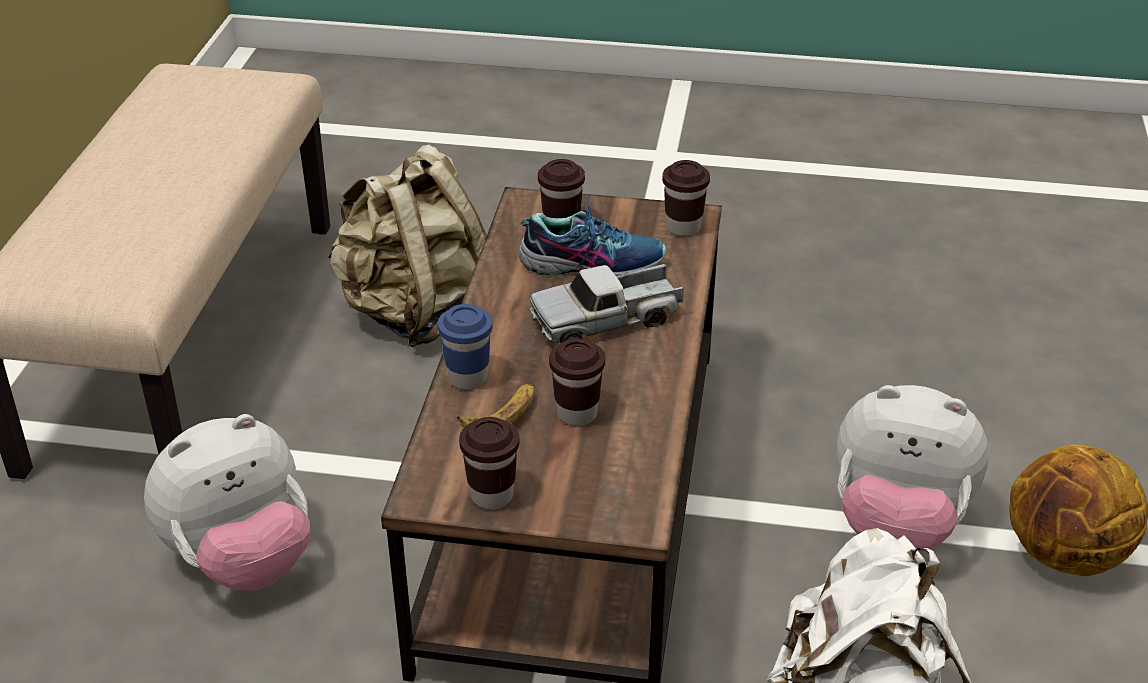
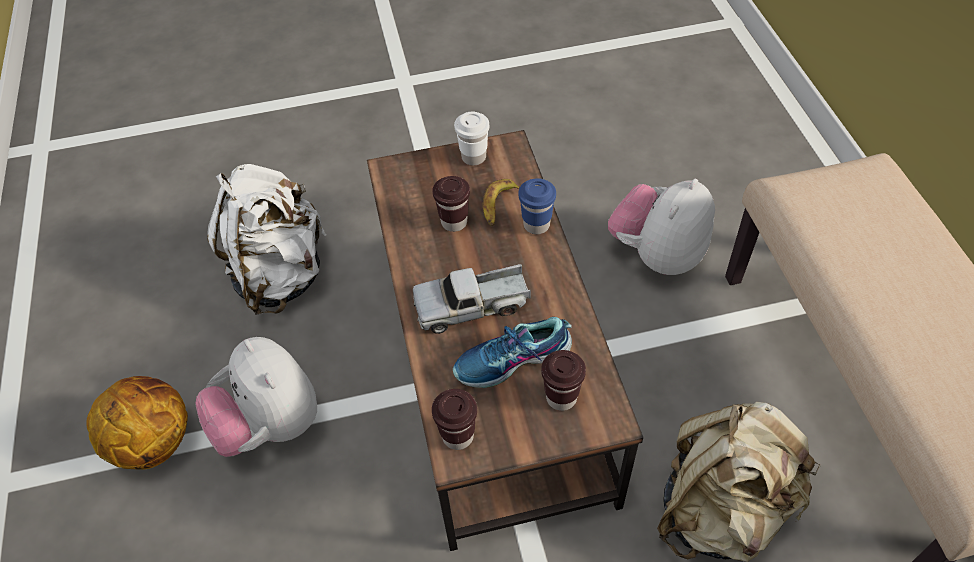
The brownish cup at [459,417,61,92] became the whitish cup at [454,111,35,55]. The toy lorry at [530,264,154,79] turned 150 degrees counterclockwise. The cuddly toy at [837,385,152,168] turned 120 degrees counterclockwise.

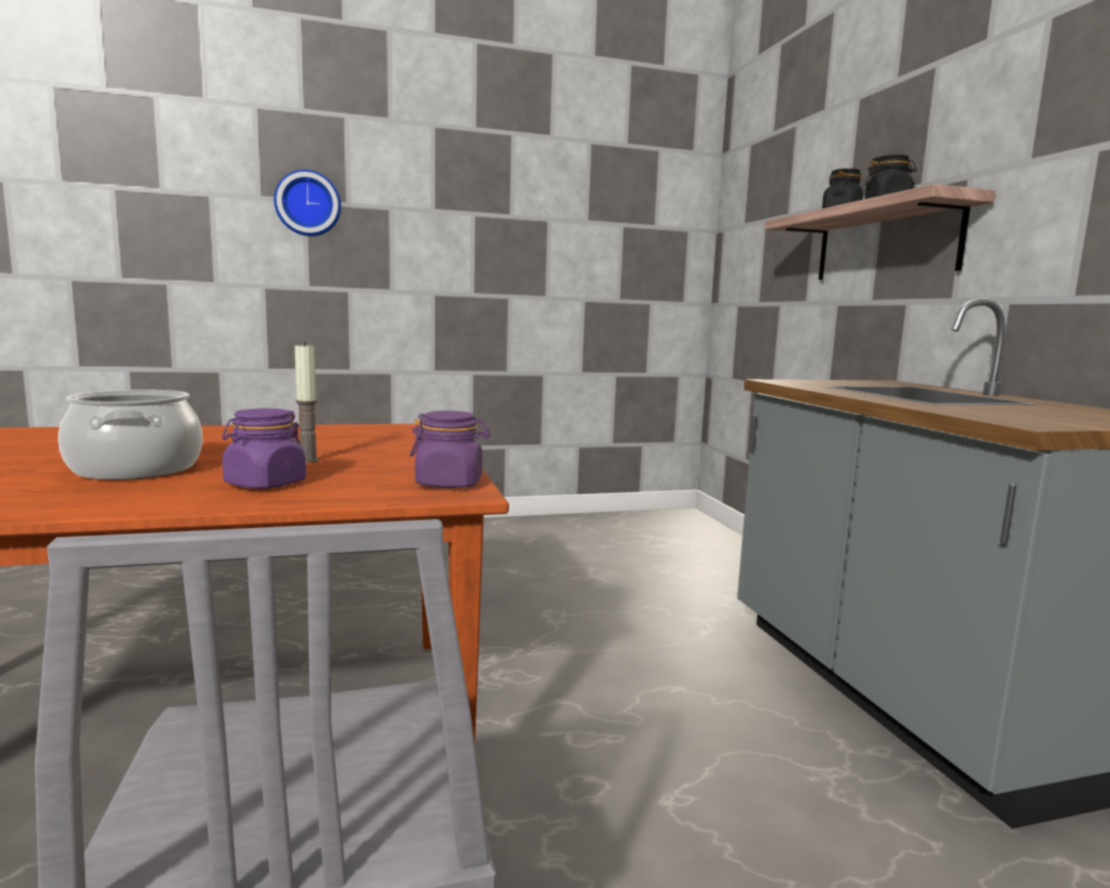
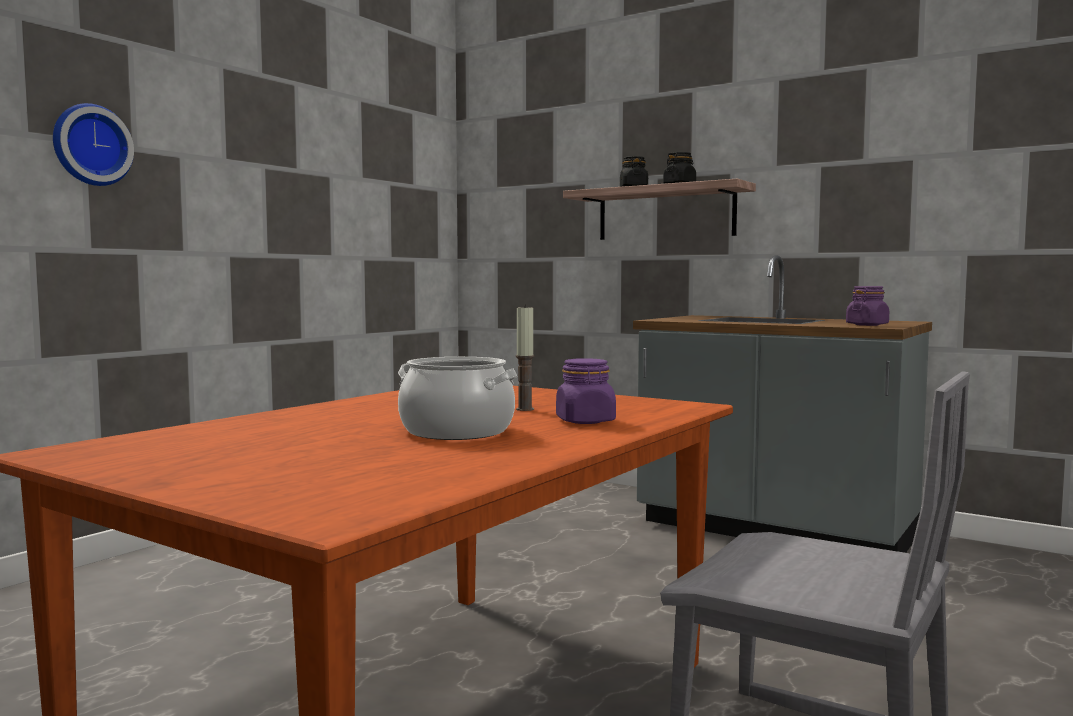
The purplish jar moved from [410,411,81,77] to [846,286,43,40].

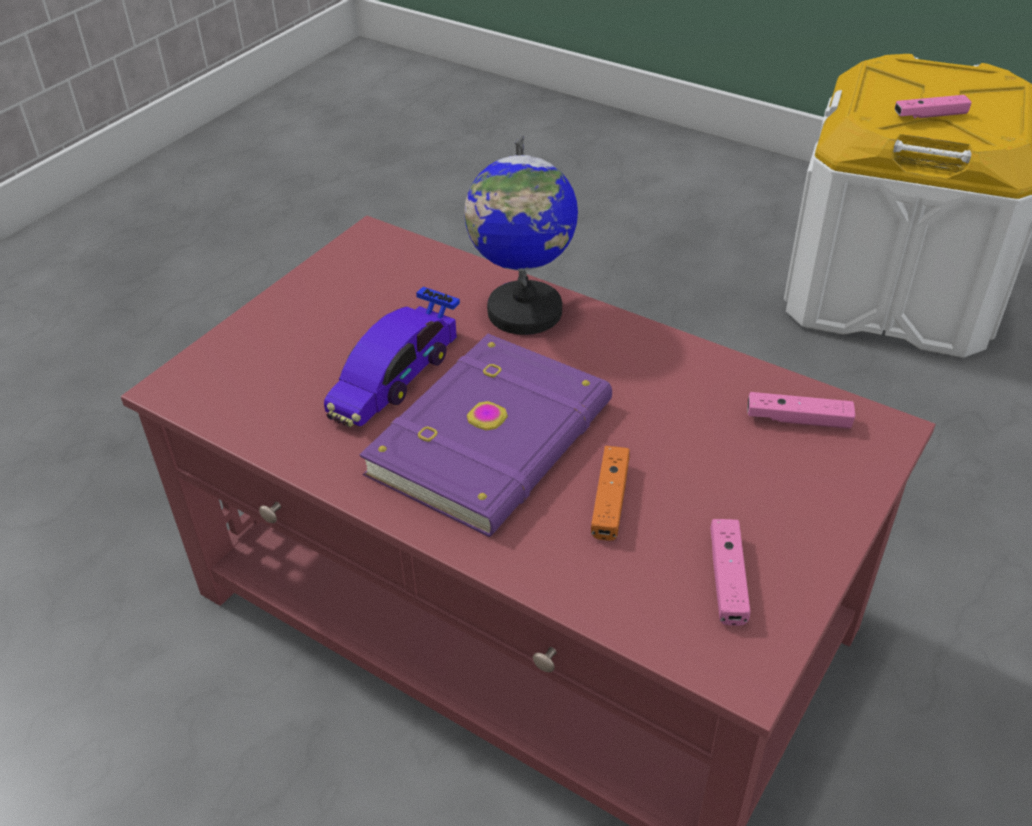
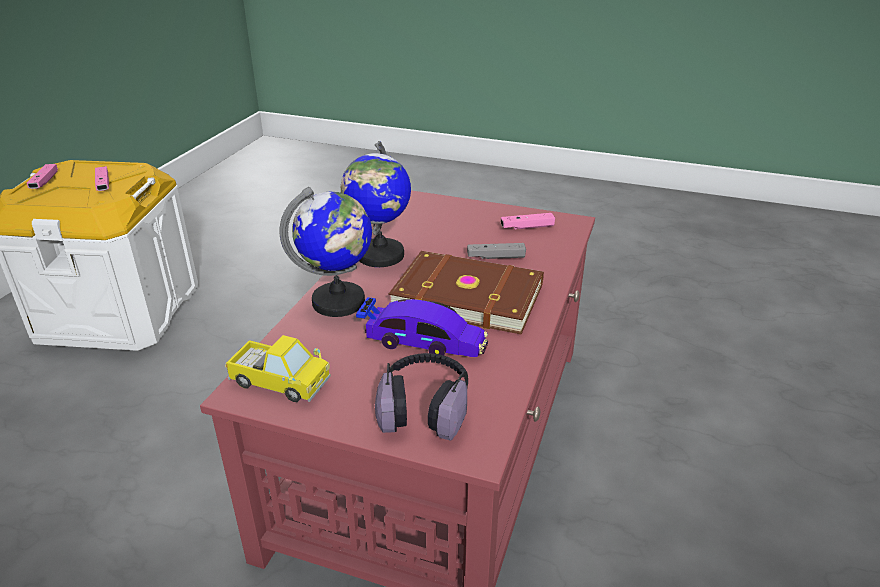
The toy lorry at [225,335,106,67] appeared. The world globe at [341,141,70,126] appeared. The pair of headphones at [375,353,93,88] appeared. The pinkish joypad moved from [748,392,107,37] to [27,164,31,25]. The purplish book at [359,334,253,203] became the brownish book at [389,251,155,83]. The orangey joypad at [591,446,39,95] became the grey joypad at [467,243,59,16].

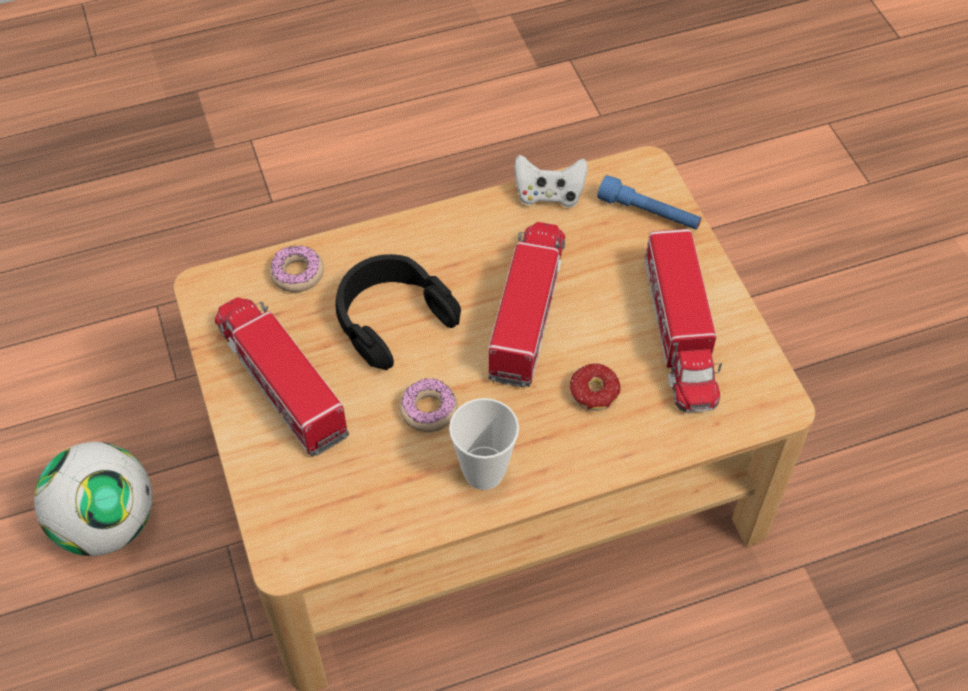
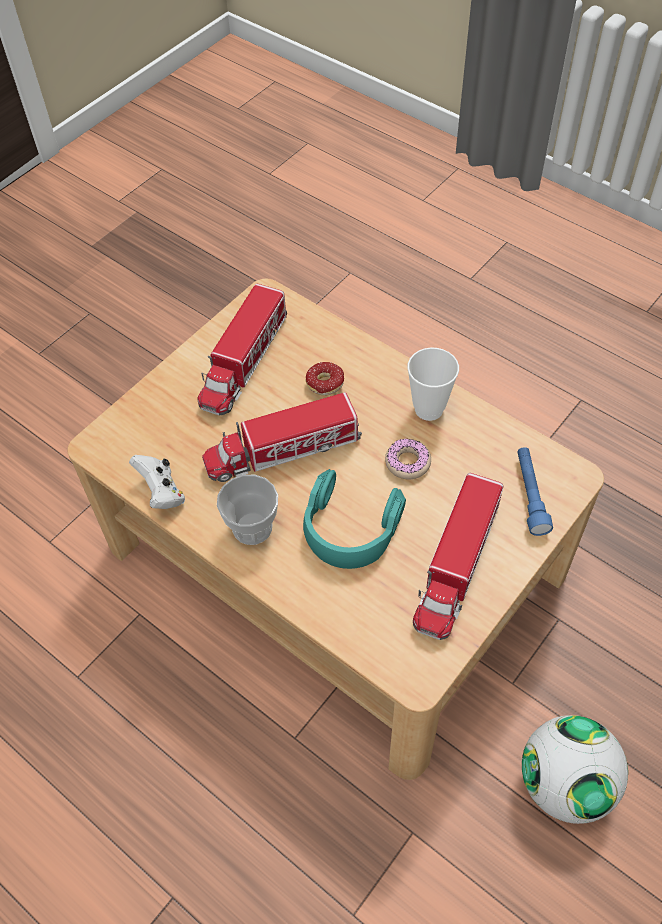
The donut at [269,245,55,47] disappeared. The cup at [217,475,61,70] appeared. The blue-coloured hand torch moved from [597,175,104,55] to [517,447,36,89]. The blackish pair of headphones at [336,254,125,116] became the blue-green pair of headphones at [303,469,103,100]. The toy lorry at [645,229,77,184] turned 150 degrees clockwise.

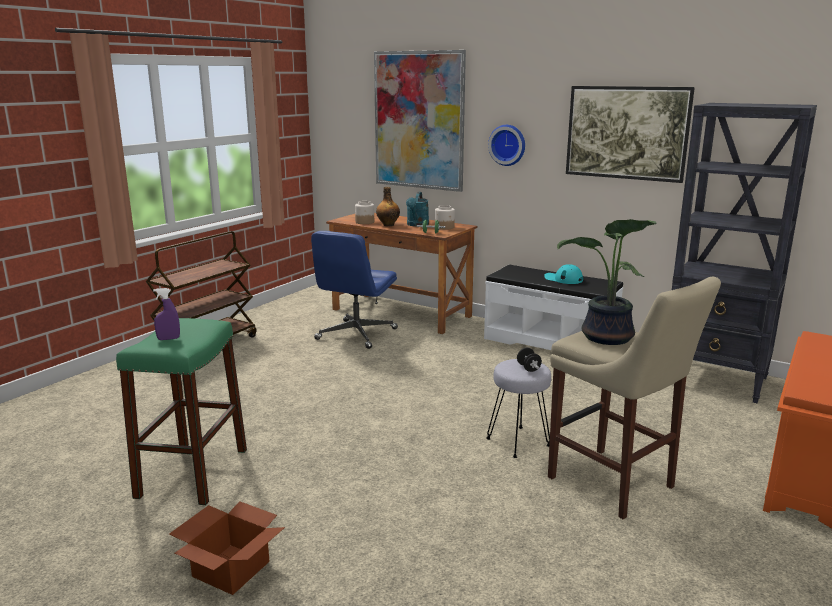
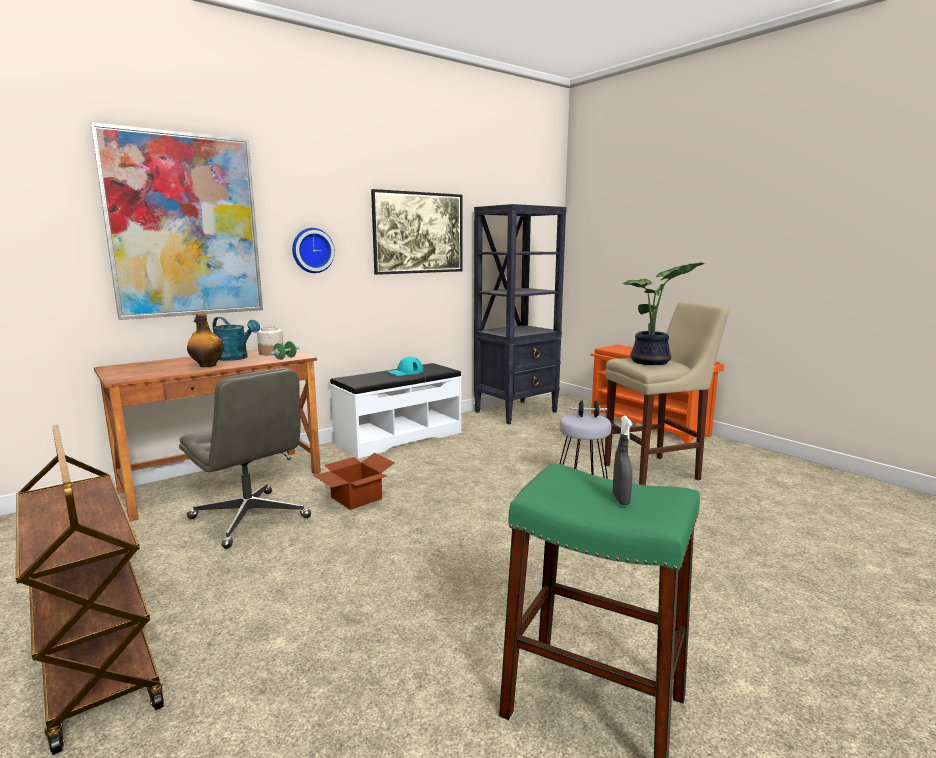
The jar at [355,201,19,23] disappeared. The packing box moved from [169,501,116,94] to [313,453,82,57]. The purplish sprayer at [153,288,27,52] became the grey sprayer at [613,416,19,89]. The blue-coloured desk chair at [311,231,87,118] became the grey desk chair at [179,368,132,181].

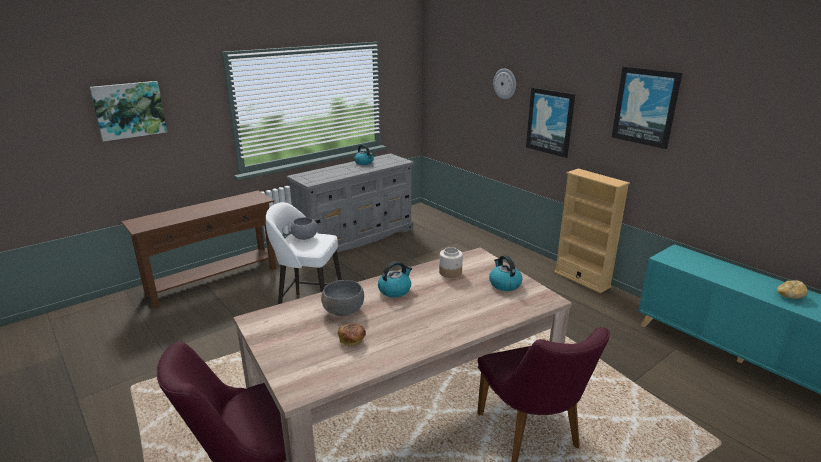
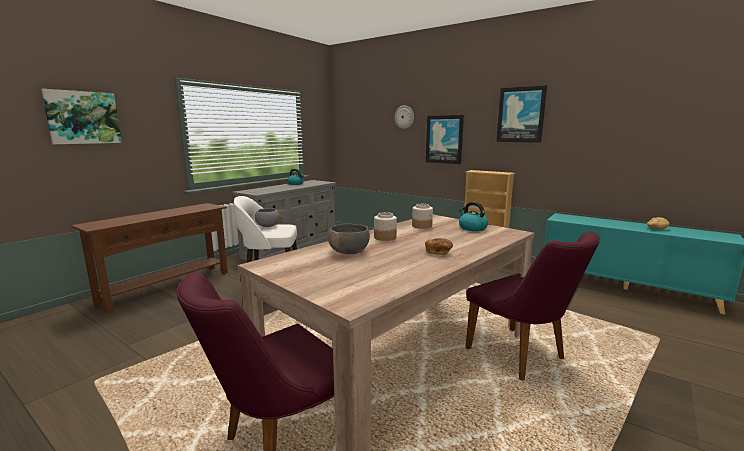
The bakery bread moved from [338,323,28,23] to [425,238,28,17]. The kettle at [378,261,34,36] was replaced by the jar at [374,212,23,29].

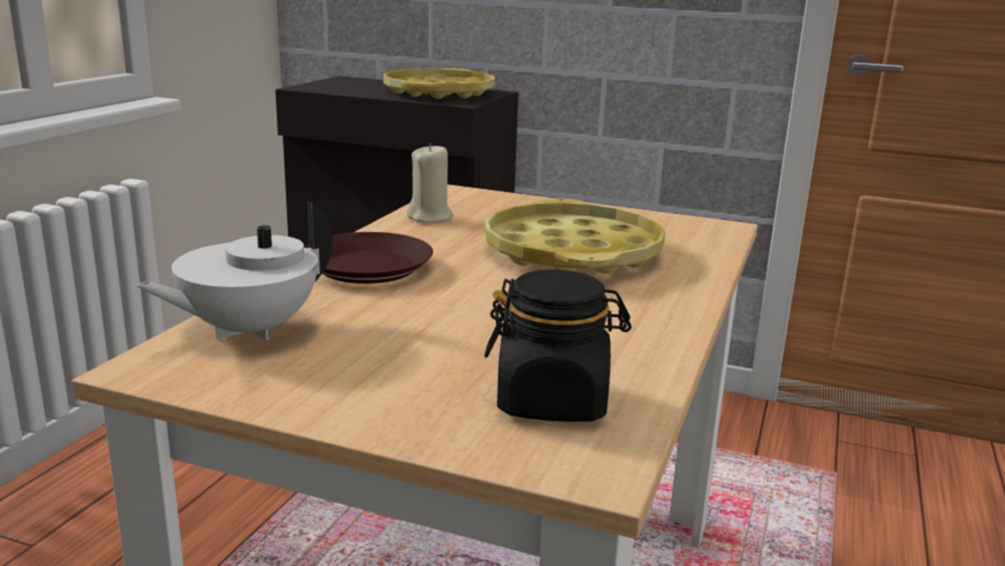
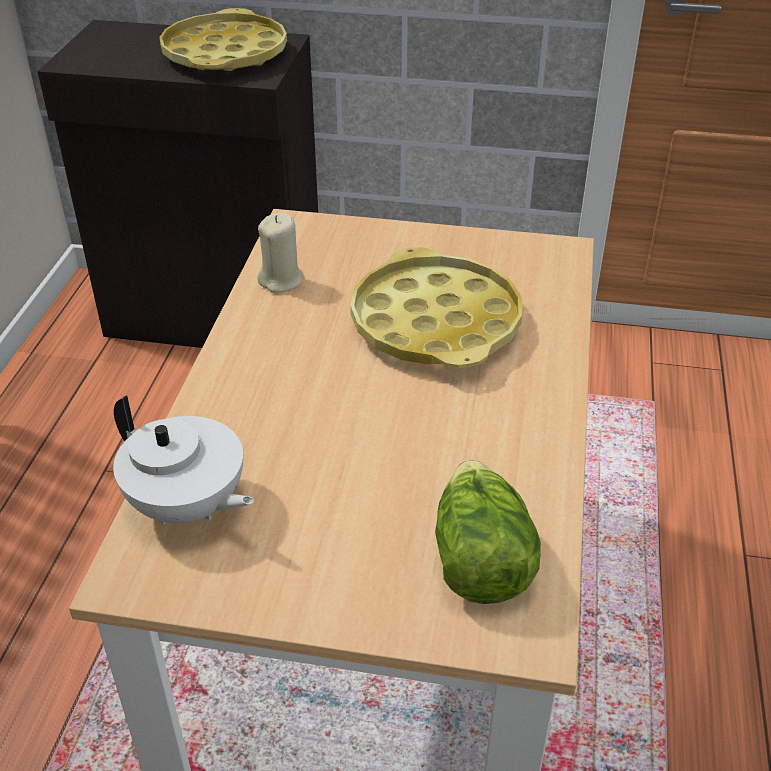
The brownish flat dish at [304,232,129,52] disappeared. The blackish jar at [484,269,148,153] was replaced by the head of lettuce at [435,459,106,145]. The whitish teapot at [135,201,198,140] turned 90 degrees counterclockwise.

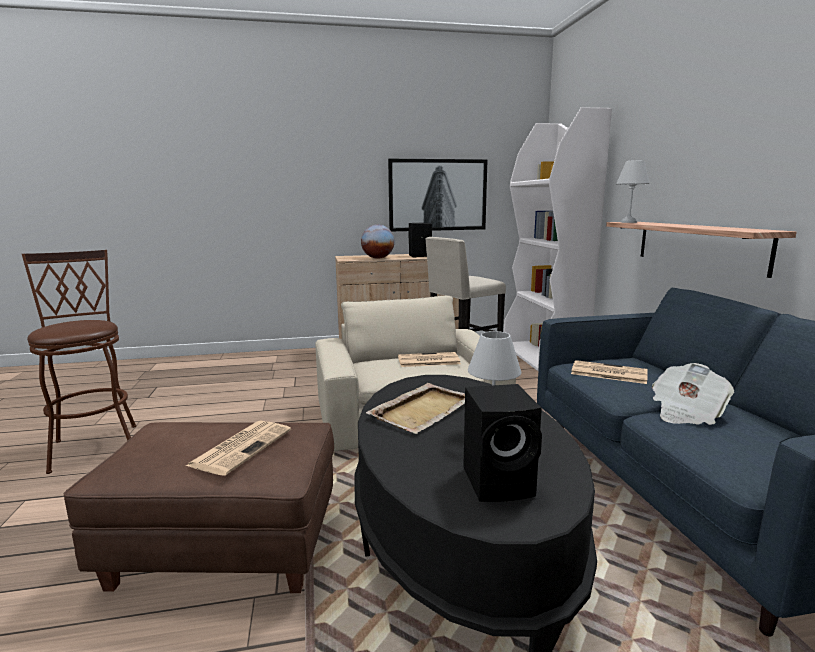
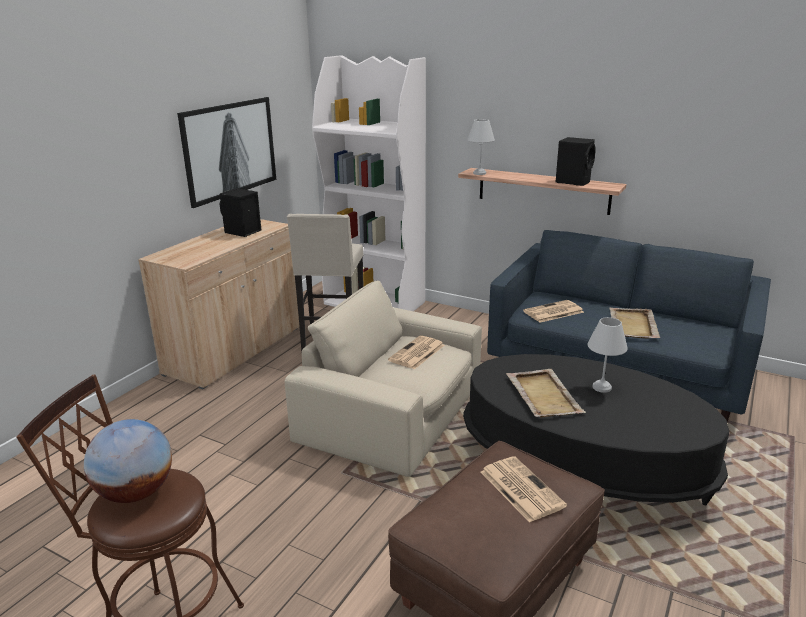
The world globe moved from [361,224,34,35] to [84,419,88,84]. The blackish audio speaker moved from [463,384,79,118] to [555,137,41,49]. The newspaper at [652,363,82,62] was replaced by the beige tray at [610,308,50,31].

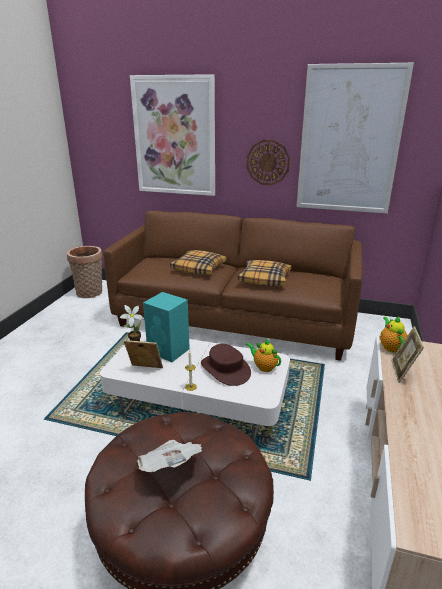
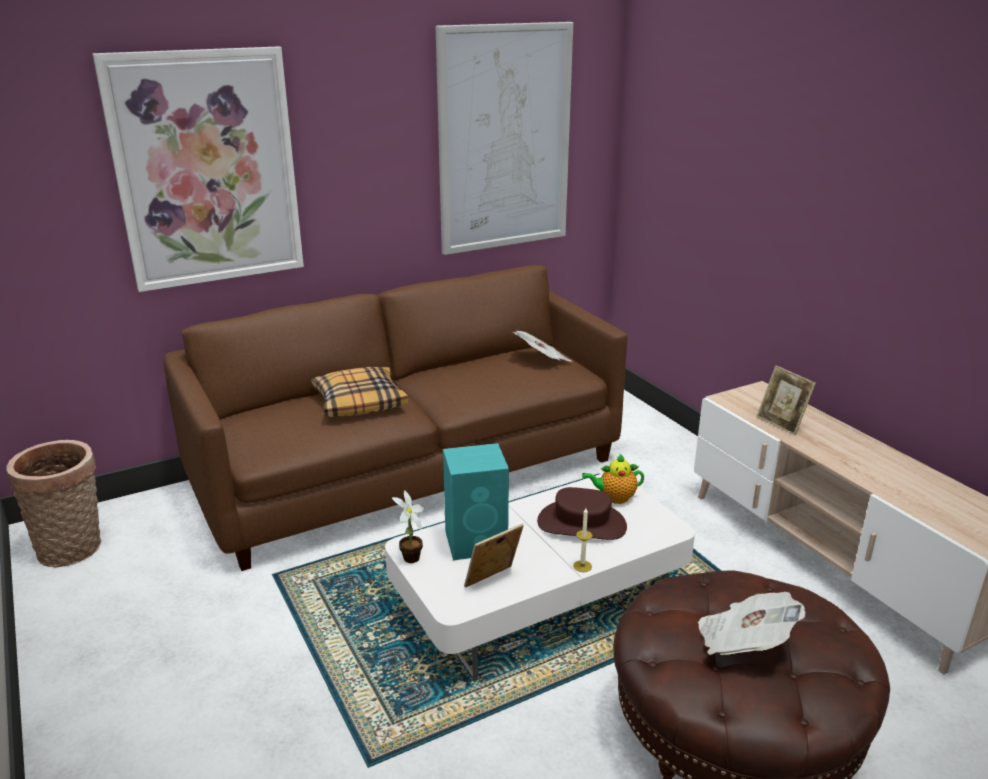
The cushion at [238,260,53,26] disappeared. The hanging clock at [247,140,43,45] disappeared. The teapot at [380,316,28,37] disappeared. The newspaper at [513,331,60,31] appeared.

